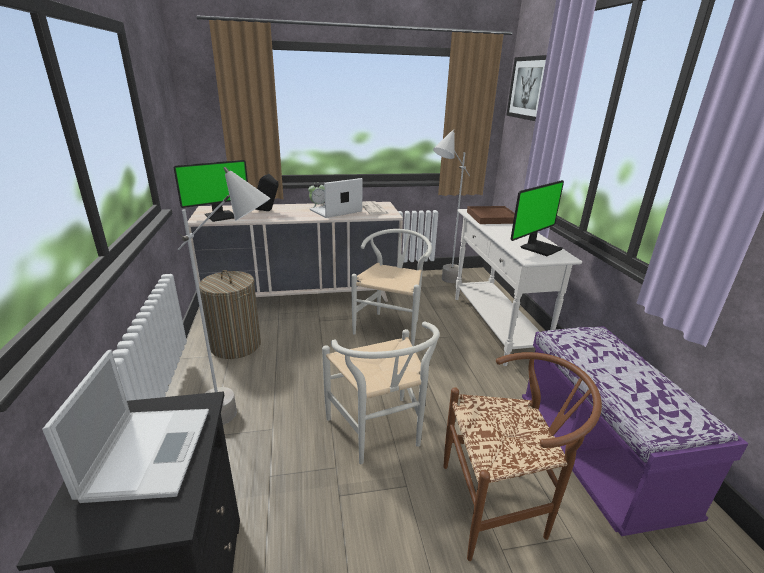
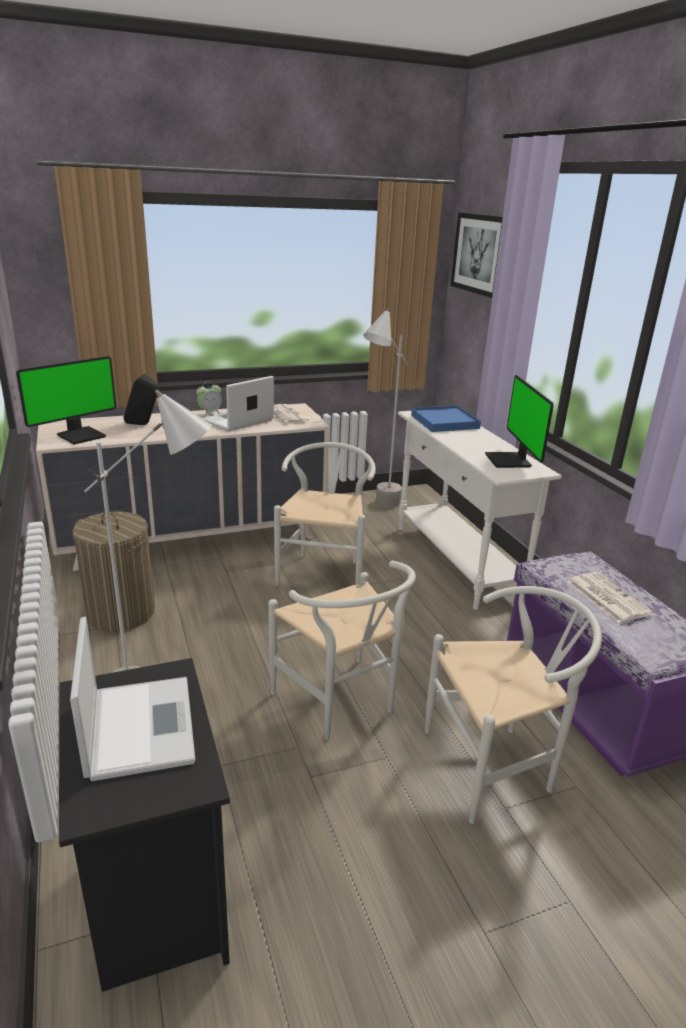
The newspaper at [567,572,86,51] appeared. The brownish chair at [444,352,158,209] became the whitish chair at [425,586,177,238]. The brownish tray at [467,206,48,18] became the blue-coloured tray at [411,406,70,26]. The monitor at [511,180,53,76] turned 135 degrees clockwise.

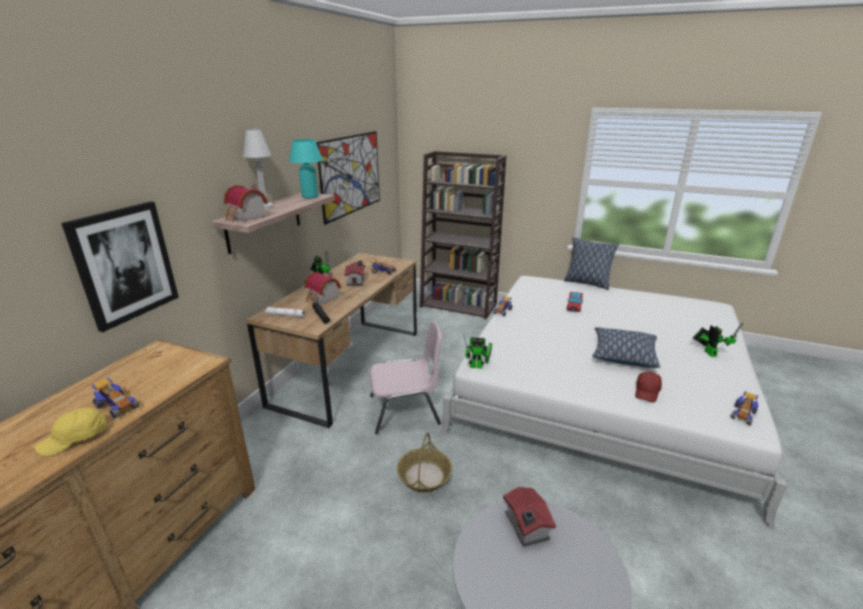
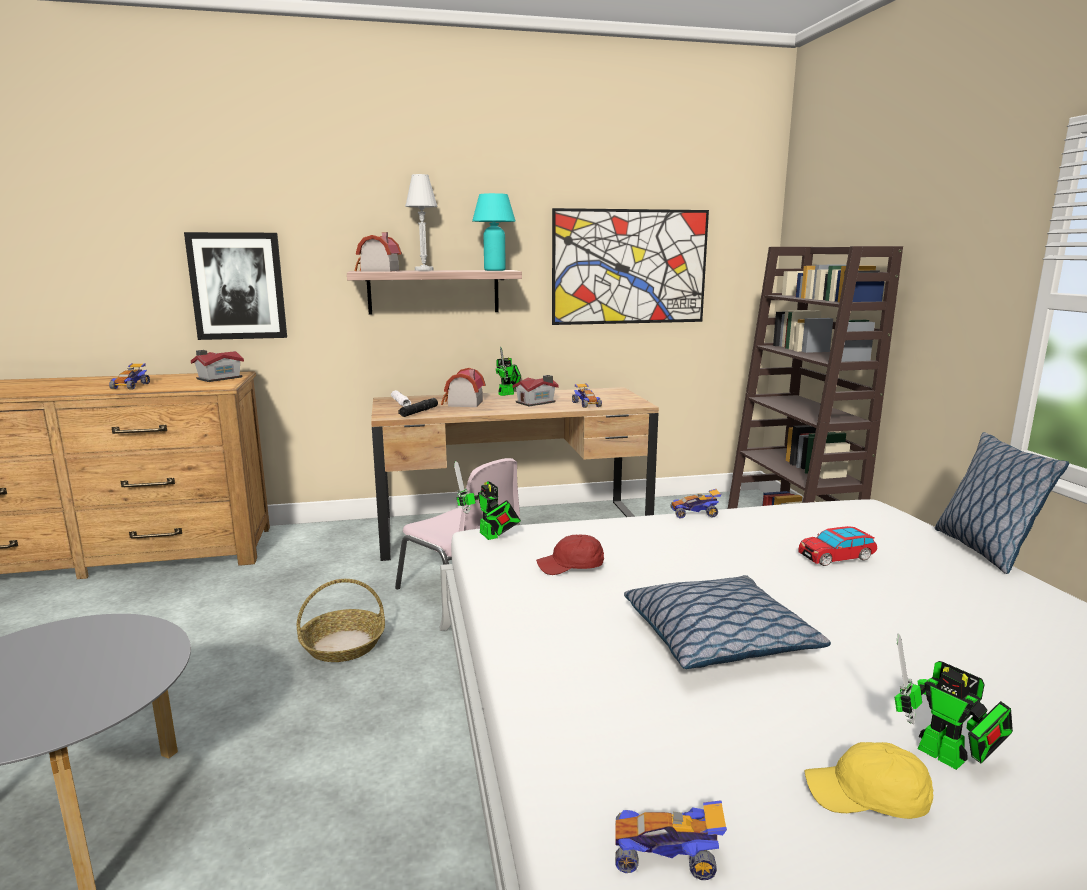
The yellow-coloured cap moved from [34,407,73,49] to [805,742,128,77]. The model house moved from [503,487,53,60] to [191,350,53,32]. The reddish cap moved from [635,371,27,32] to [536,535,68,40]. The toy robot at [693,322,50,35] turned 90 degrees clockwise.

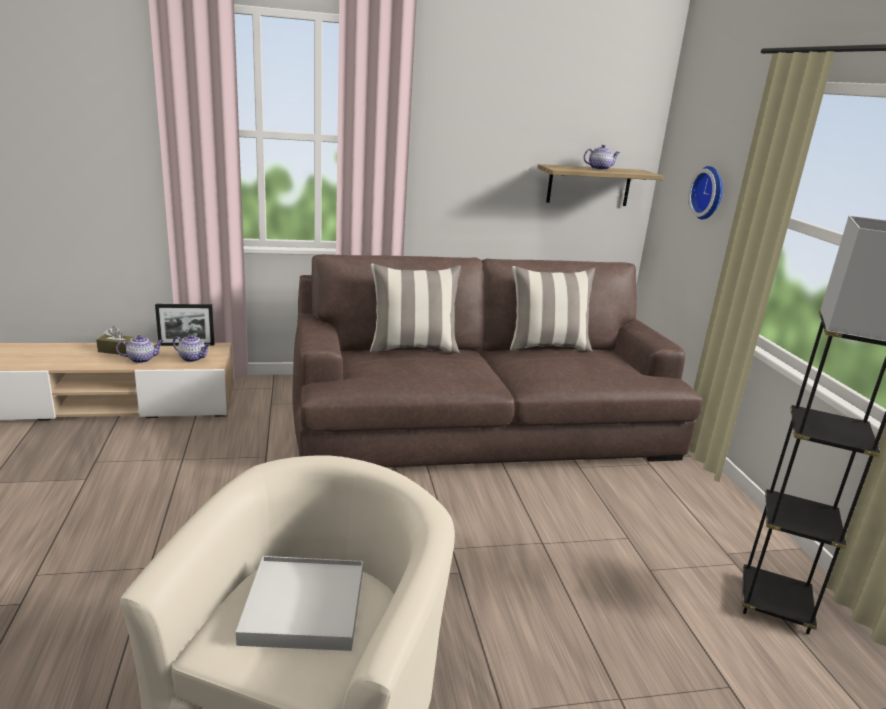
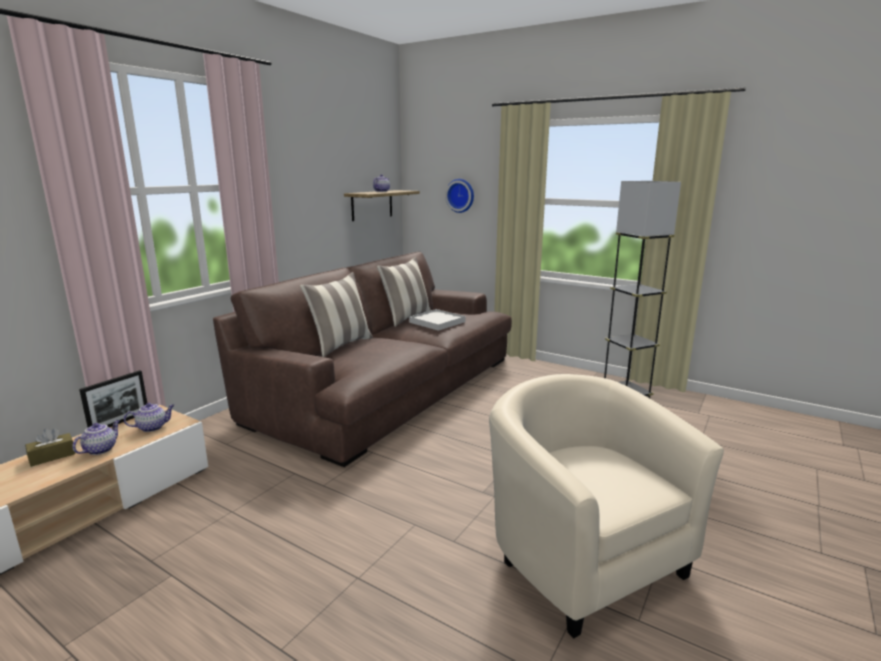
The whitish tray moved from [236,556,127,95] to [409,309,57,22].

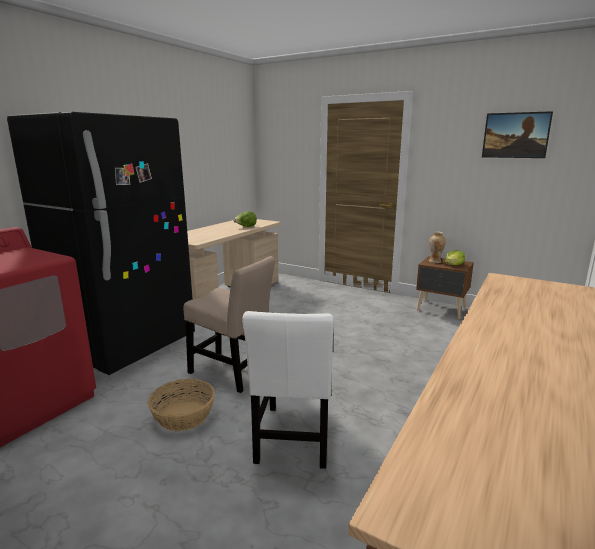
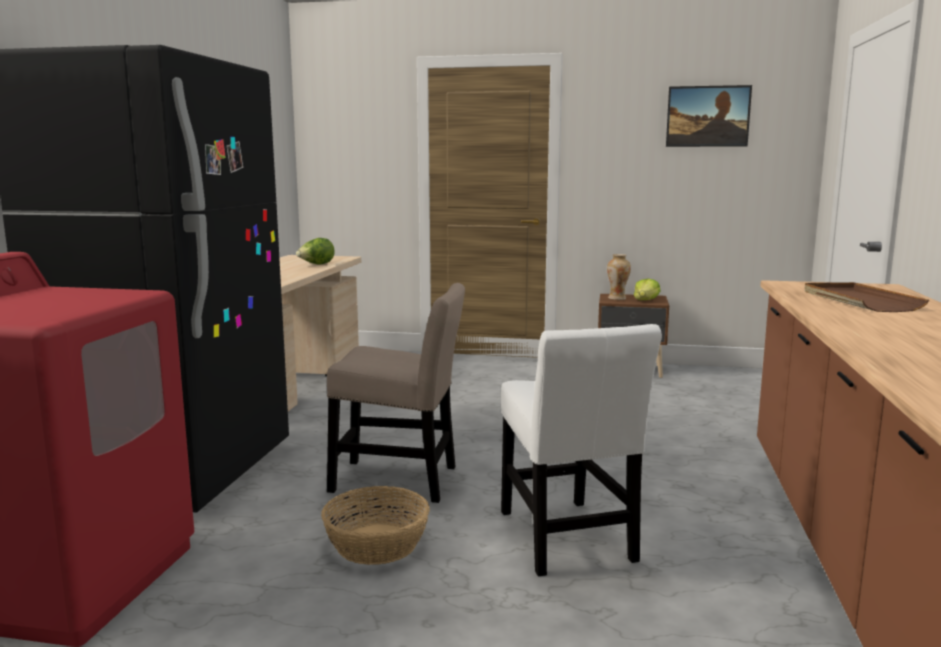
The brownish tray at [804,282,125,30] appeared.

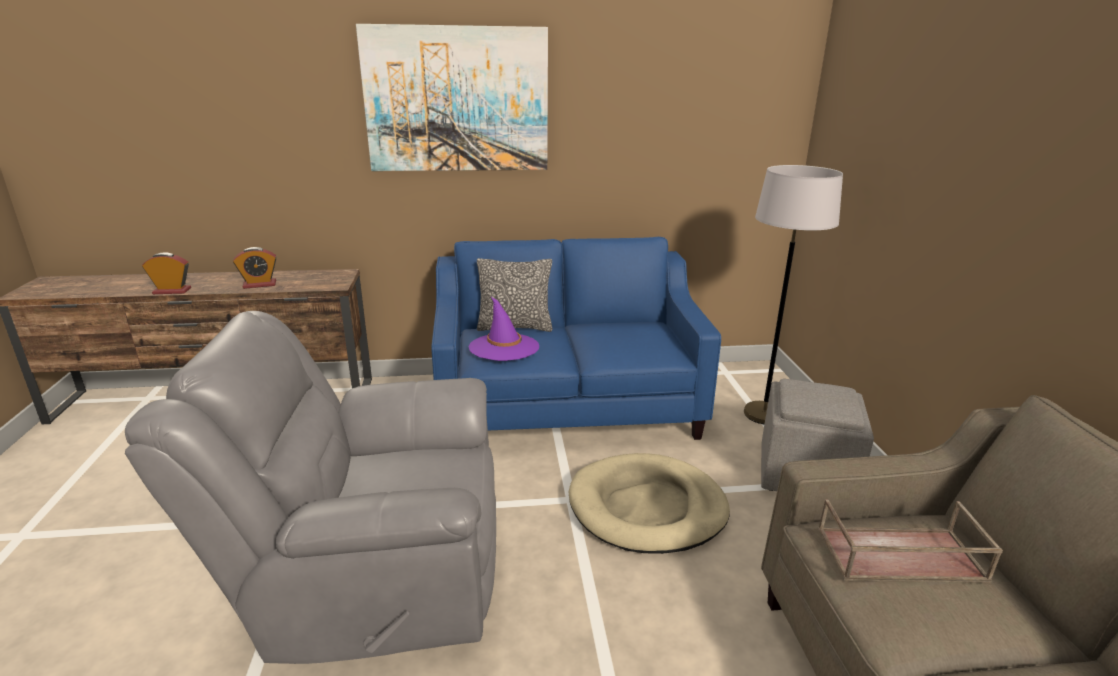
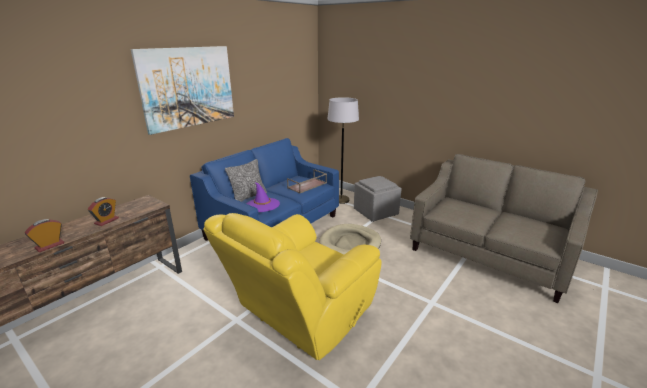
The brownish tray moved from [818,500,185,82] to [287,169,40,25]. The grey easy chair at [125,311,371,353] became the yellow-coloured easy chair at [203,213,179,147].

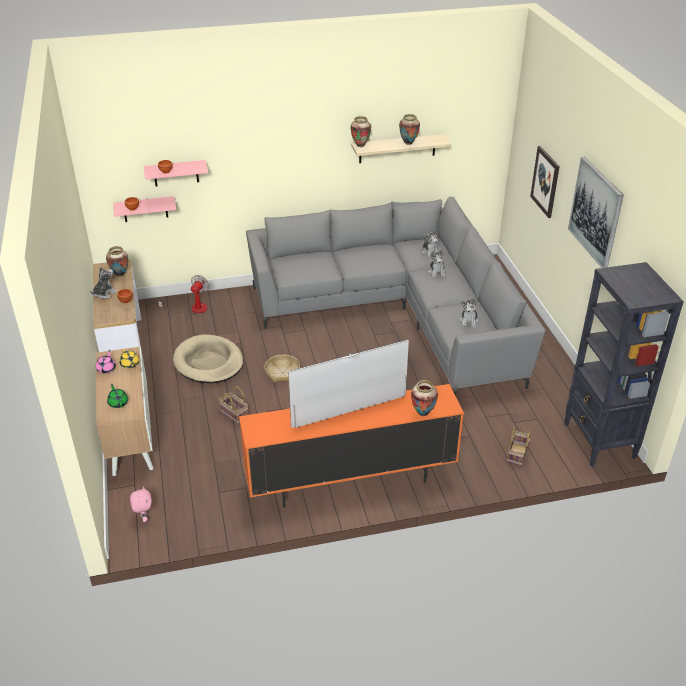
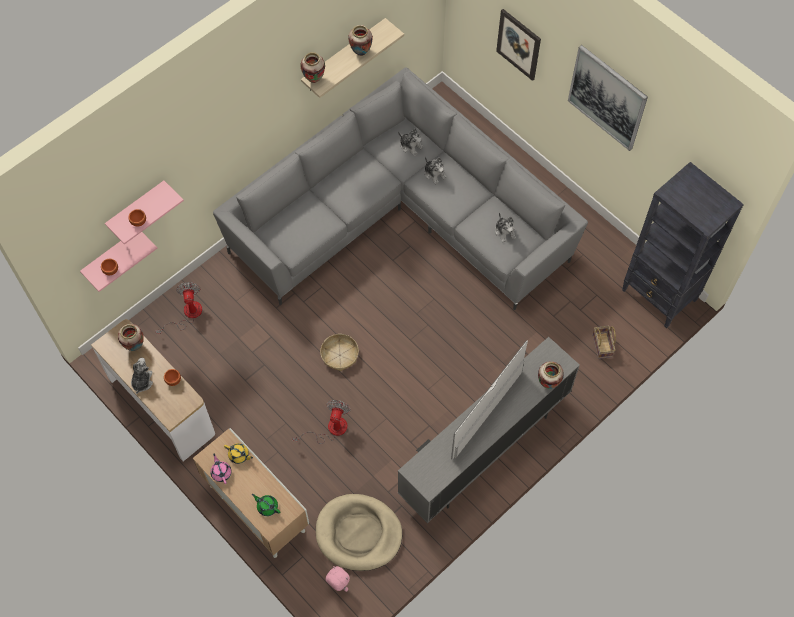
The beige dog cushion moved from [173,334,70,49] to [316,494,86,77]. The household basket at [219,386,30,38] was replaced by the electric fan at [292,400,59,44]. The orangey tv stand at [239,384,225,124] became the grey tv stand at [398,337,182,186].

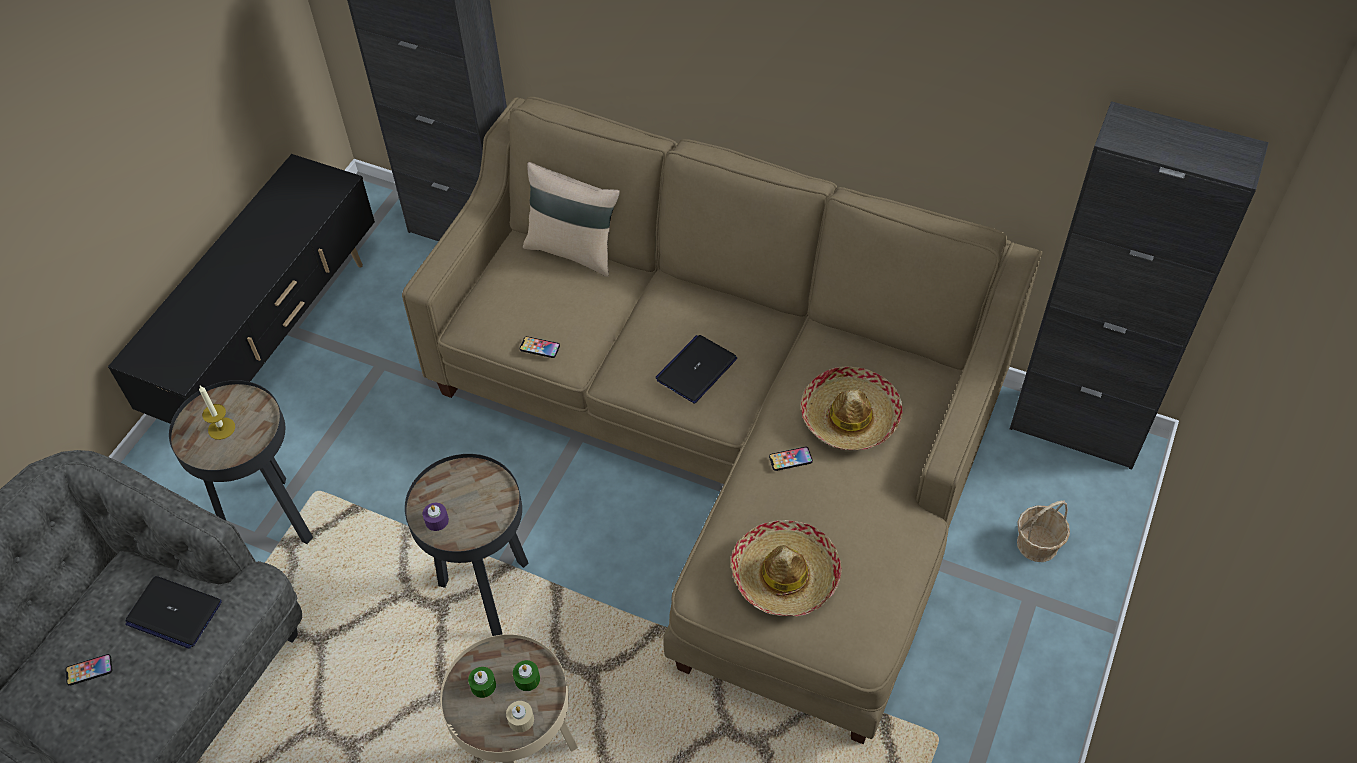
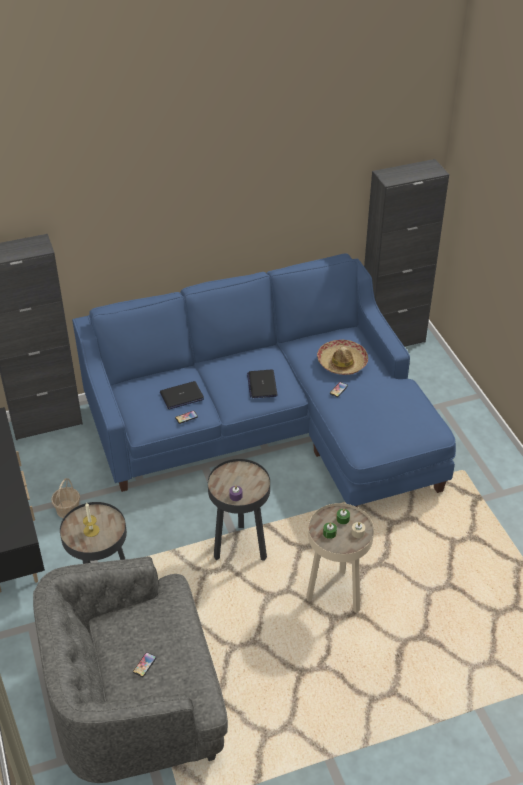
The beige cushion at [523,162,97,115] disappeared. The wearable hat at [731,520,111,96] disappeared. The notebook computer moved from [126,576,96,73] to [160,381,44,28]. The household basket moved from [1017,501,53,61] to [51,478,29,40]. The beige couch at [402,97,640,647] became the blue-coloured couch at [72,254,384,253].

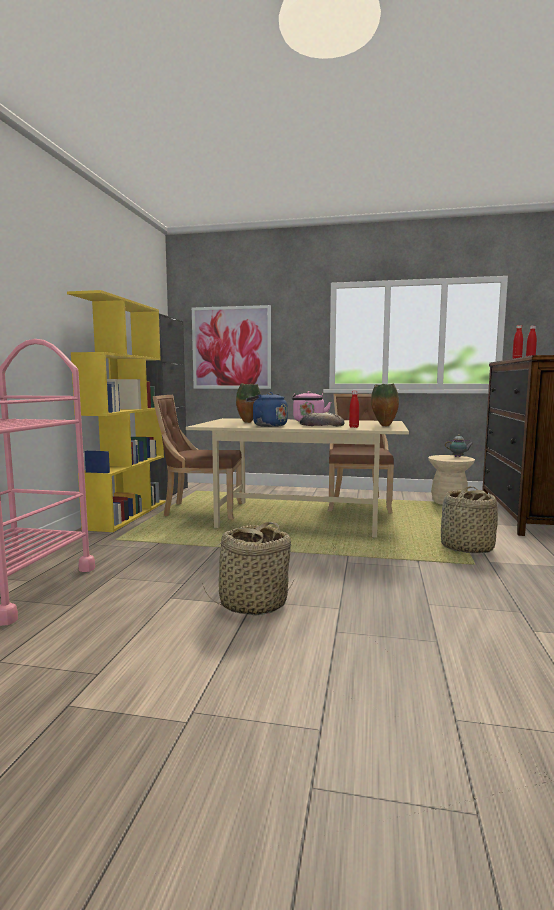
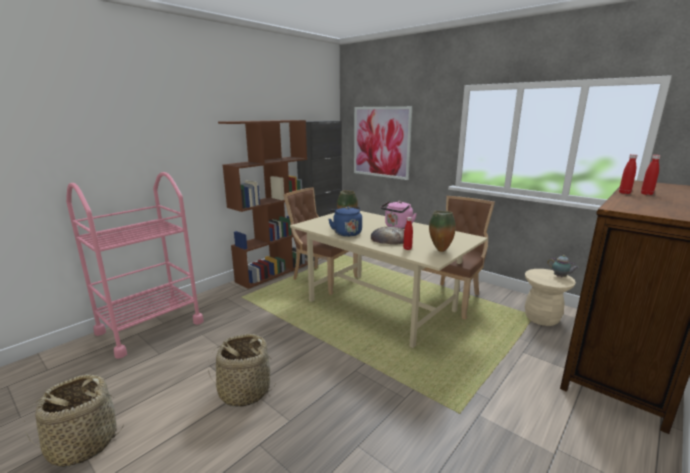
The household basket moved from [441,486,57,67] to [24,374,100,93]. The yellow-coloured shelving unit at [67,290,98,242] became the brownish shelving unit at [218,120,90,169].

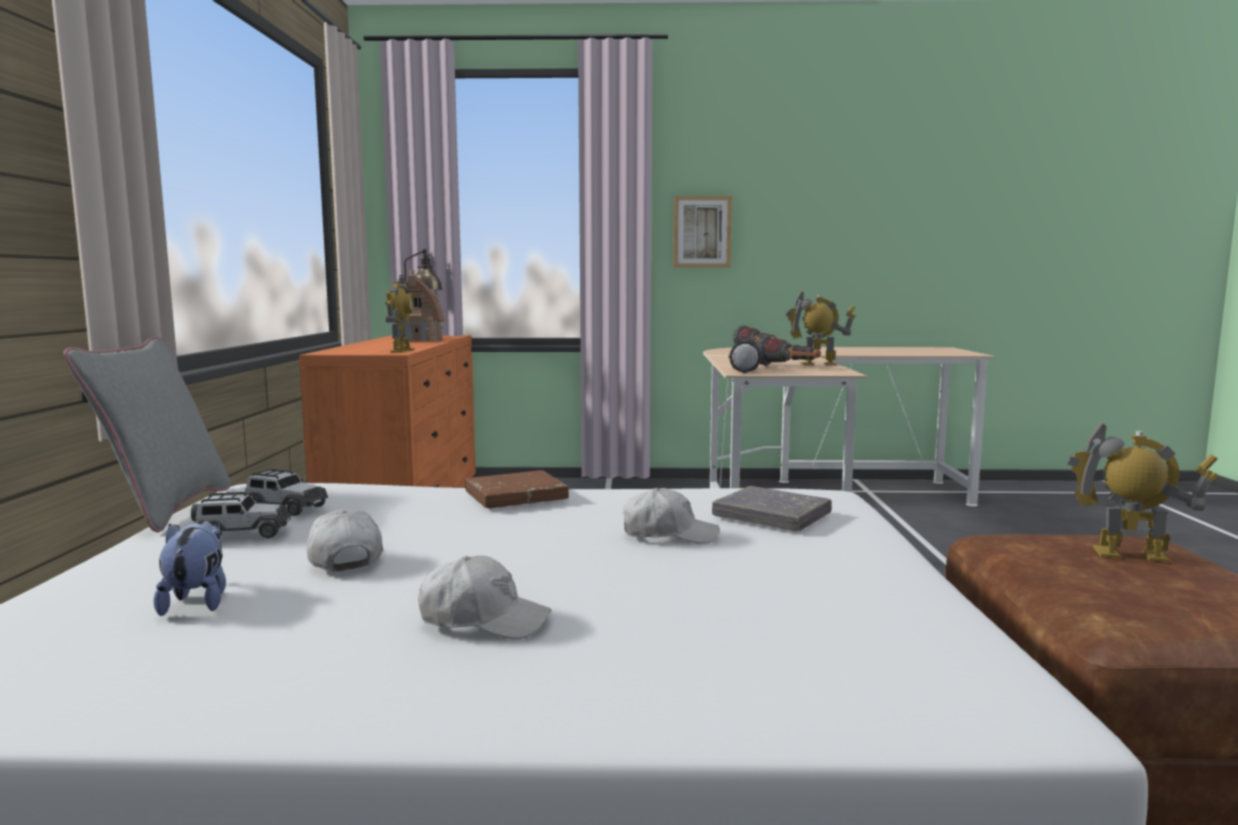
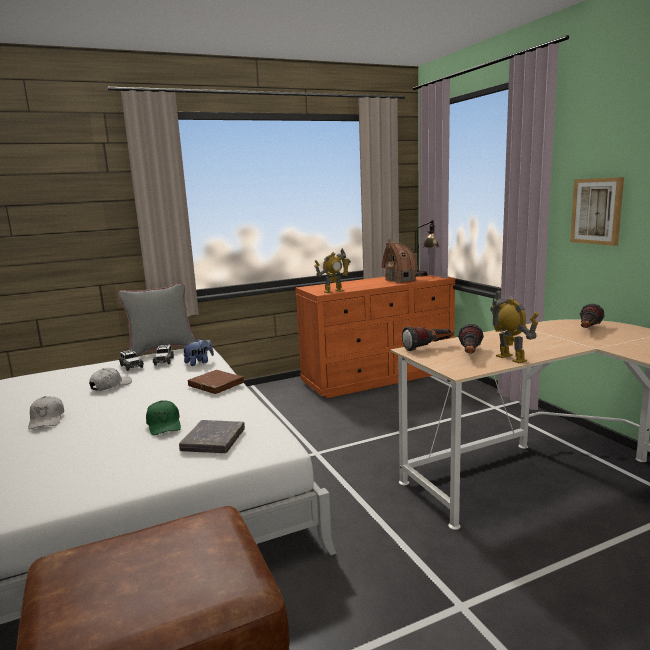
The toy robot at [1067,420,152,143] disappeared. The cuddly toy moved from [154,520,72,96] to [182,338,32,28]. The whitish cap at [623,488,97,56] became the greenish cap at [146,400,35,35].

